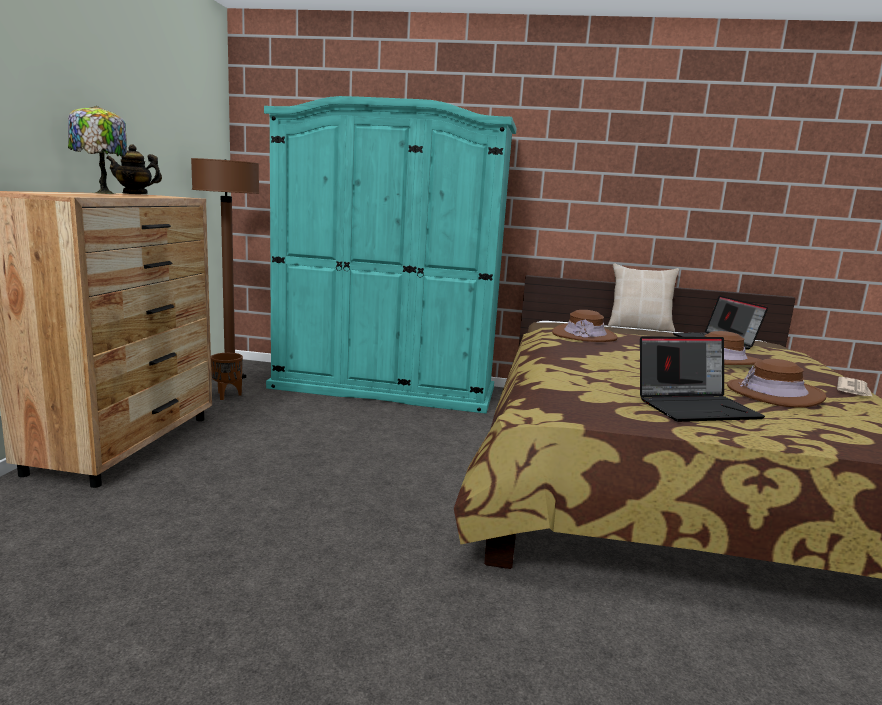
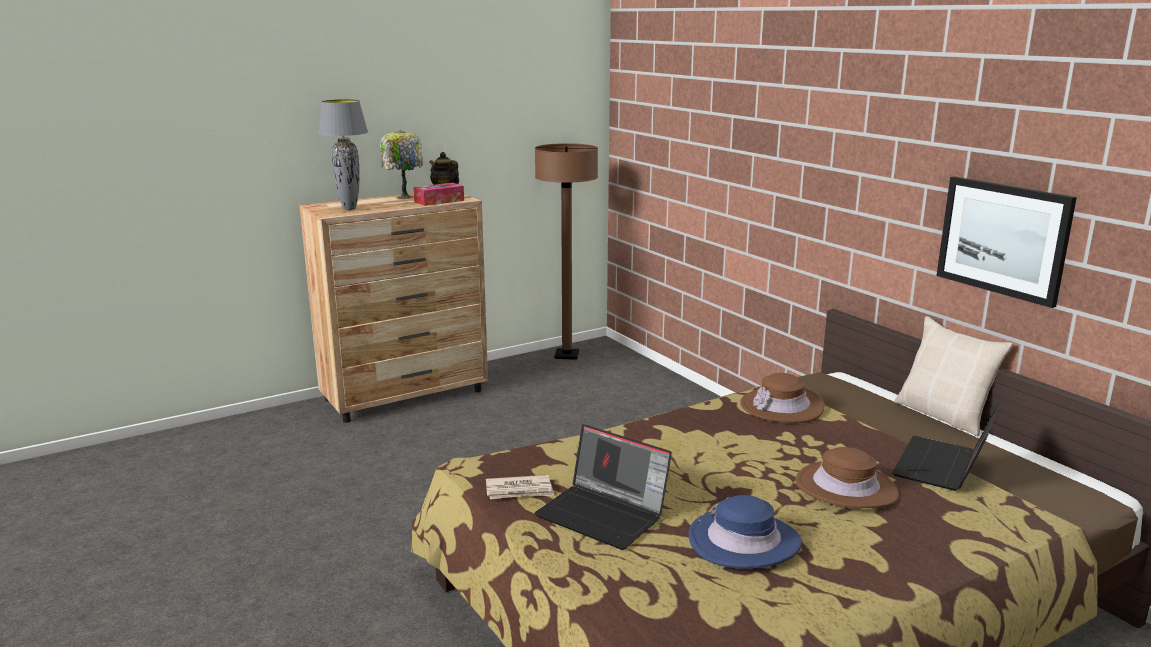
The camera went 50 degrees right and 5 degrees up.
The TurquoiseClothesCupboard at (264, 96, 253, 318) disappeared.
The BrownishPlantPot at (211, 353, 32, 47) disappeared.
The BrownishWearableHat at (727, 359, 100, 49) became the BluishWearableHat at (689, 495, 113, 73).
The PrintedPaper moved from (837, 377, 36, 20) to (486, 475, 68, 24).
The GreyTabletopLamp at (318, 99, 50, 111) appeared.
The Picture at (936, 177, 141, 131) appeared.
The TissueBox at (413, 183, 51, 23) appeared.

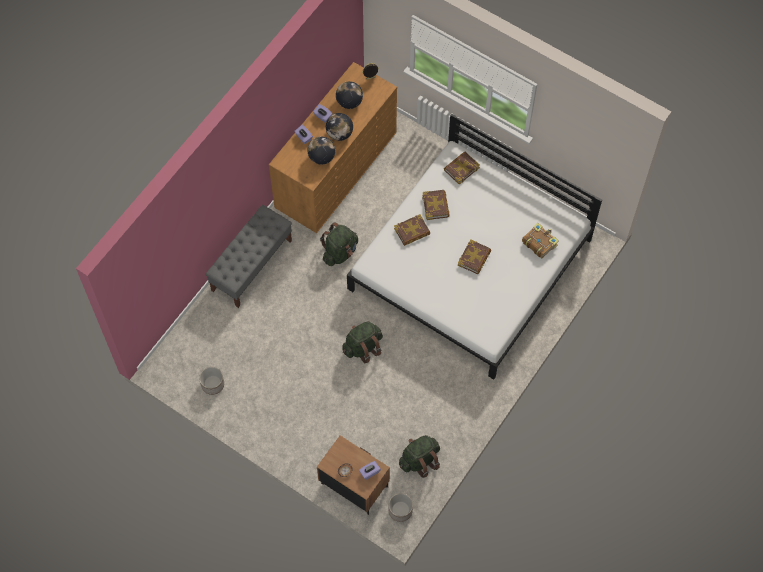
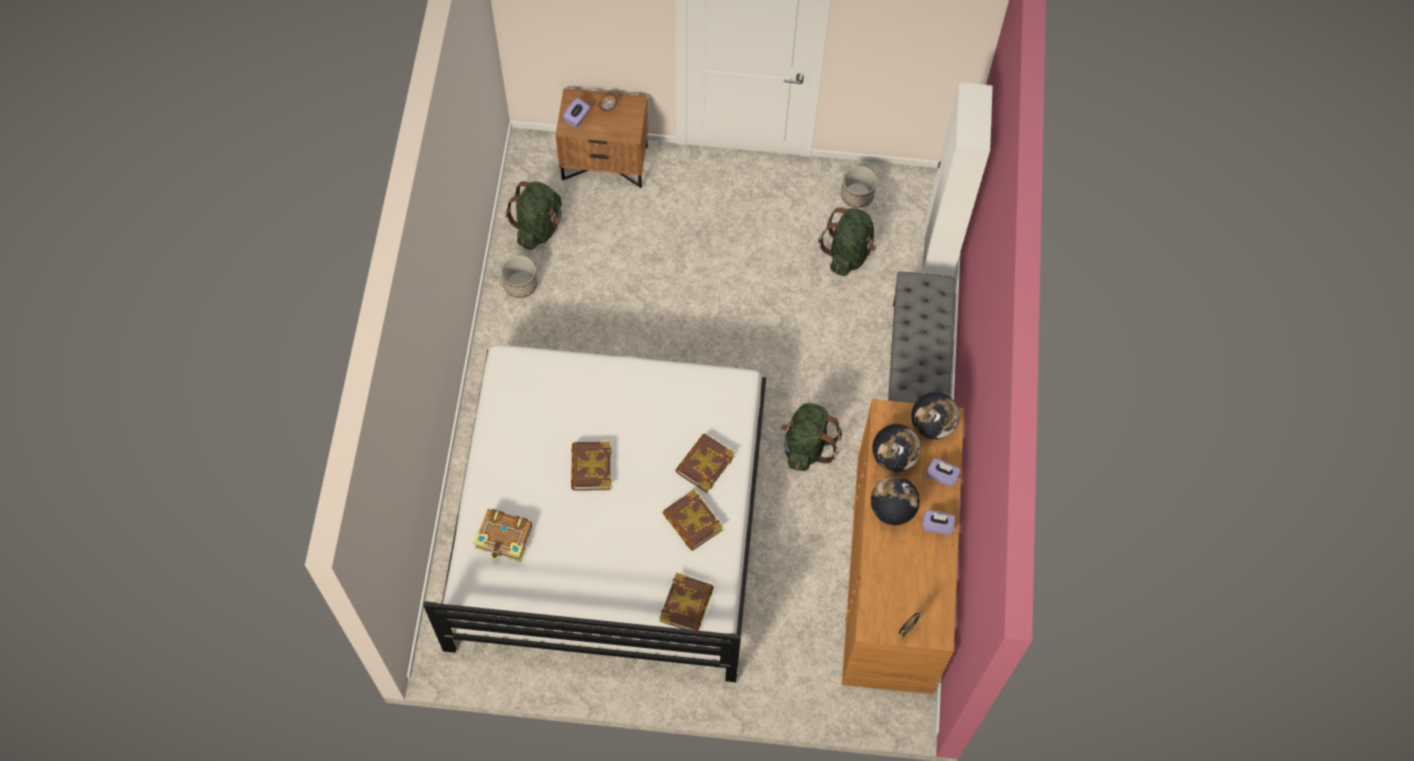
The camera went 150 degrees right and 0 degrees up.
The WorldGlobe moved from (336, 81, 27, 28) to (911, 392, 49, 48).
The GreenColouredRucksack moved from (342, 321, 41, 42) to (818, 208, 58, 68).
The PlantPot moved from (389, 493, 24, 29) to (501, 256, 37, 42).
The WhitishClothesCupboard at (922, 83, 71, 194) appeared.

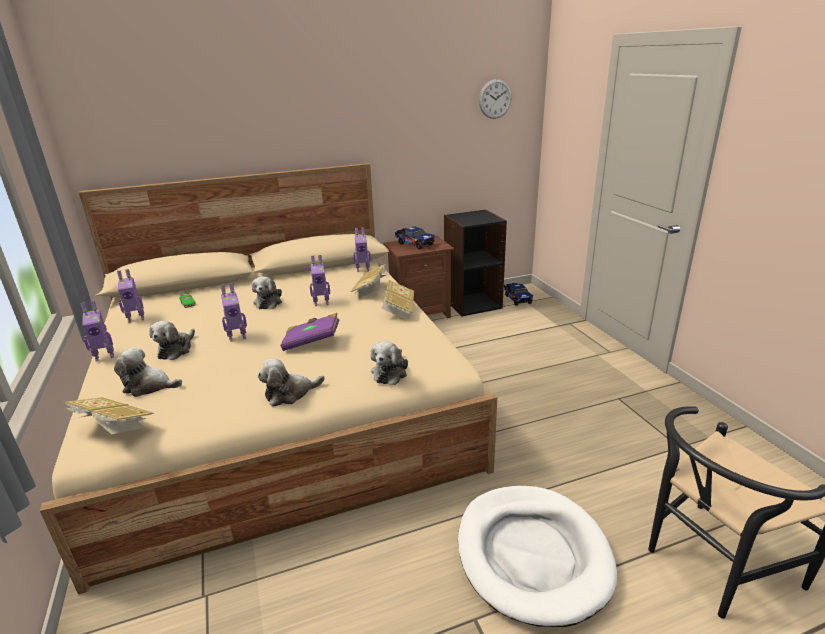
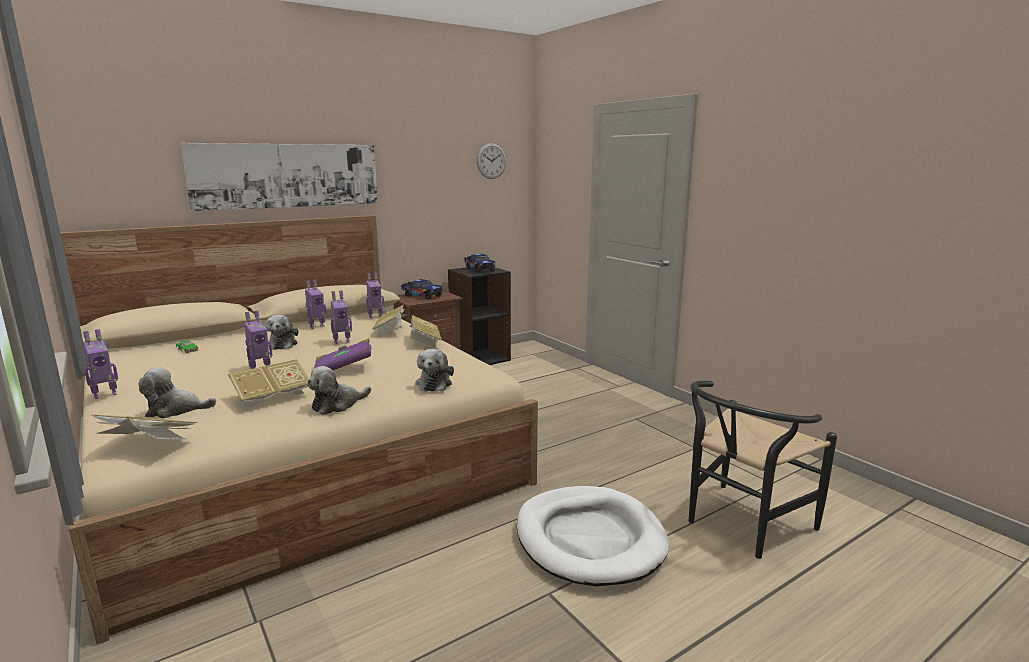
The camera went 15 degrees left and 10 degrees down.
The RobotFigure moved from (117, 269, 27, 54) to (305, 280, 22, 49).
The ModelTruck moved from (504, 283, 29, 23) to (464, 254, 31, 19).
The PlushToy at (149, 321, 46, 39) disappeared.
The Picture at (180, 143, 198, 68) appeared.
The Book at (228, 359, 81, 50) appeared.

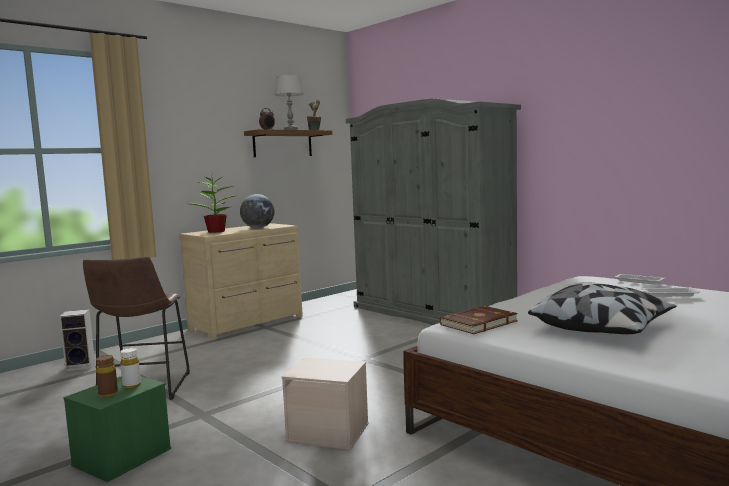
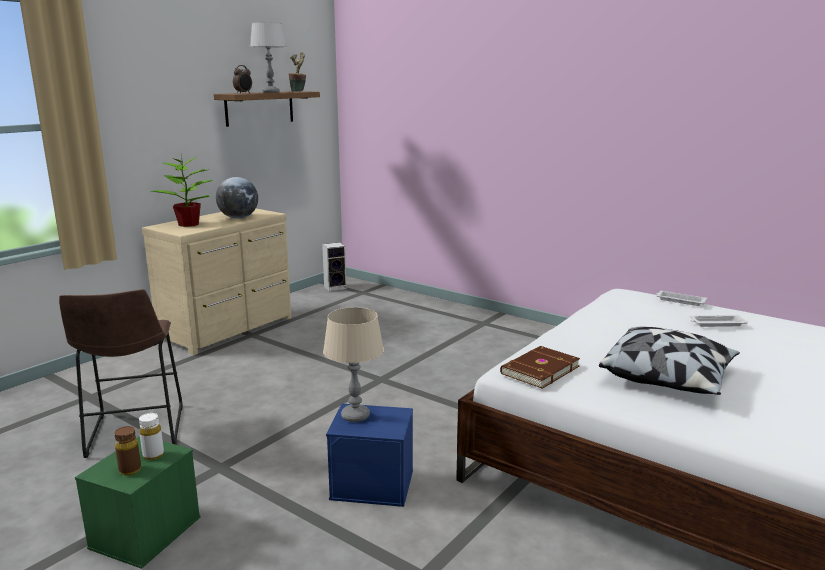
The camera went 10 degrees left and 10 degrees up.
The GreyClothesCupboard at (346, 99, 175, 226) disappeared.
The AudioSpeaker moved from (59, 309, 36, 62) to (322, 242, 24, 49).
The BeigeColouredStorageBox at (281, 357, 88, 93) became the BluishStorageBox at (326, 404, 87, 103).
The BeigeColouredTabletopLamp at (323, 307, 61, 115) appeared.

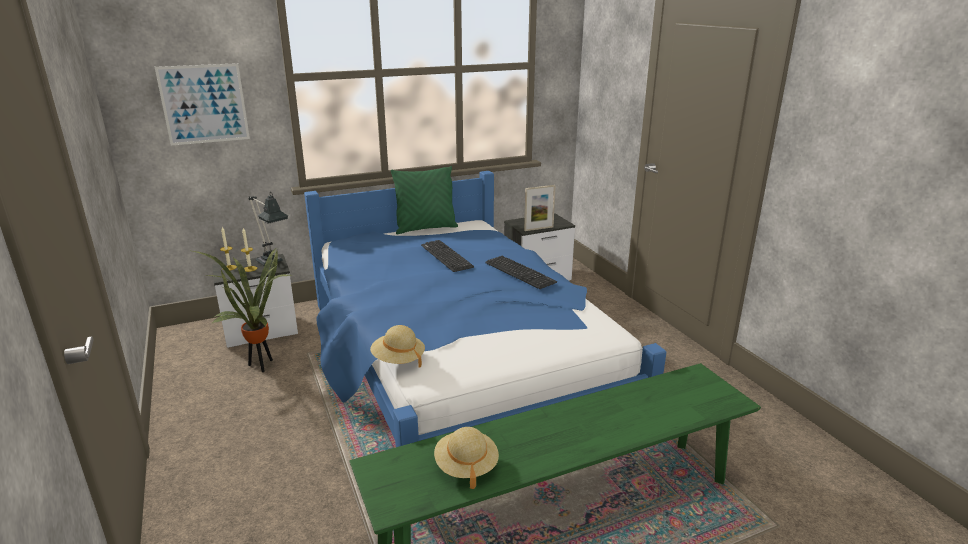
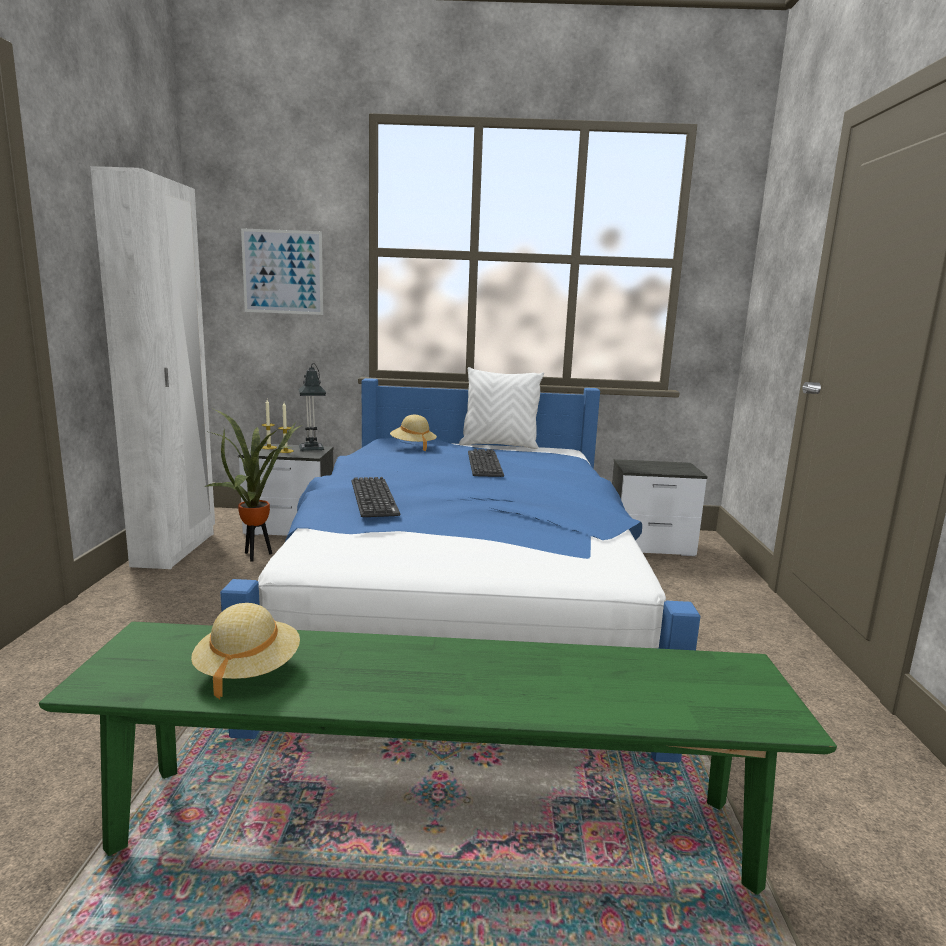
The camera went 25 degrees right and 10 degrees down.
The GreenColouredCushion at (391, 166, 67, 68) became the WhitishCushion at (459, 367, 85, 82).
The PictureFrame at (524, 185, 32, 46) disappeared.
The Keyboard moved from (485, 256, 72, 33) to (352, 477, 48, 40).
The BeigeColouredWearableHat moved from (370, 325, 55, 42) to (390, 415, 47, 36).
The WhitishClothesCupboard at (90, 166, 125, 403) appeared.

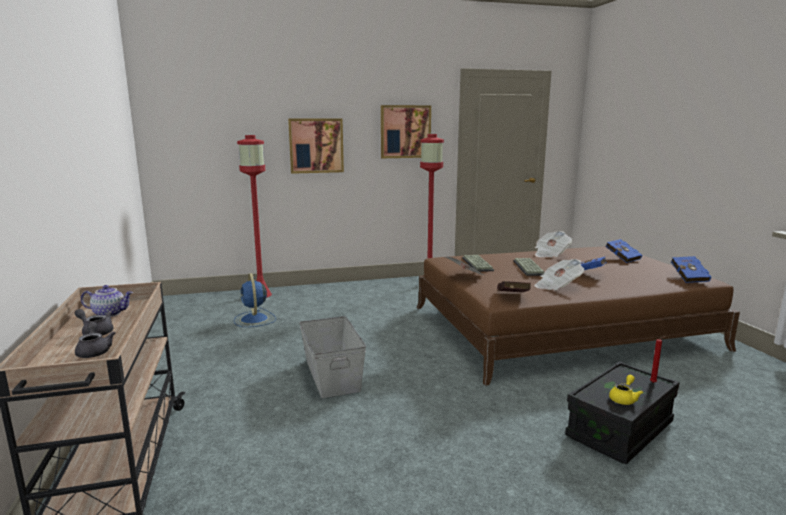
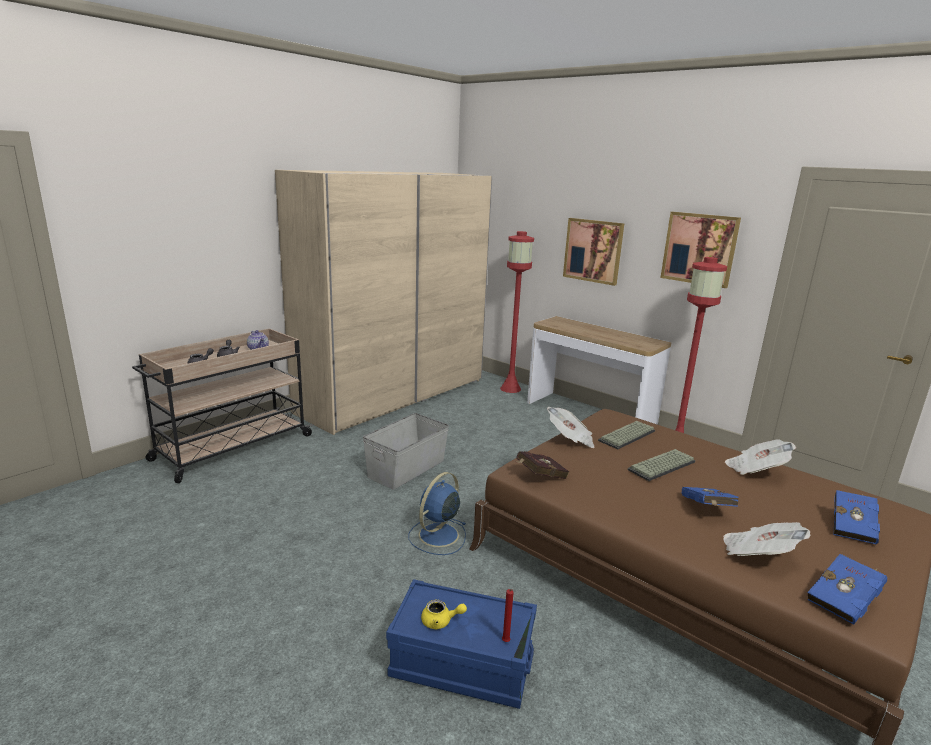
The camera went 55 degrees right and 5 degrees up.
The PrintedPaper moved from (534, 259, 50, 32) to (723, 522, 87, 34).
The BluishCoolingFan moved from (234, 273, 42, 54) to (408, 472, 58, 83).
The BlackColouredStorageBox at (565, 361, 115, 103) became the BluishStorageBox at (386, 579, 151, 130).
The BeigeColouredClothesCupboard at (275, 170, 217, 265) appeared.
The NarrowTable at (527, 316, 145, 109) appeared.

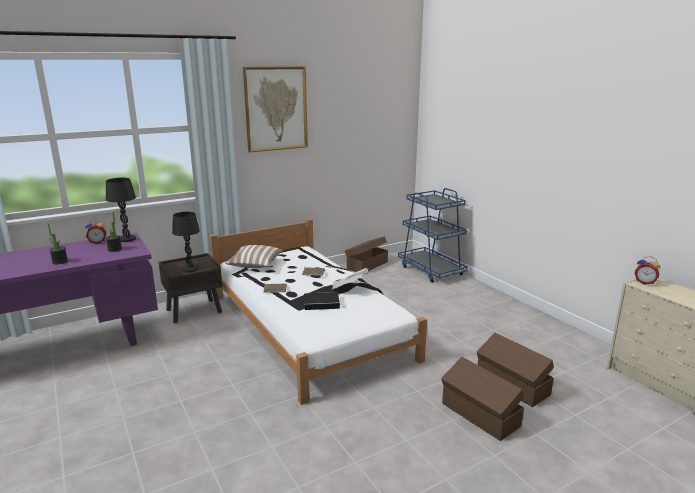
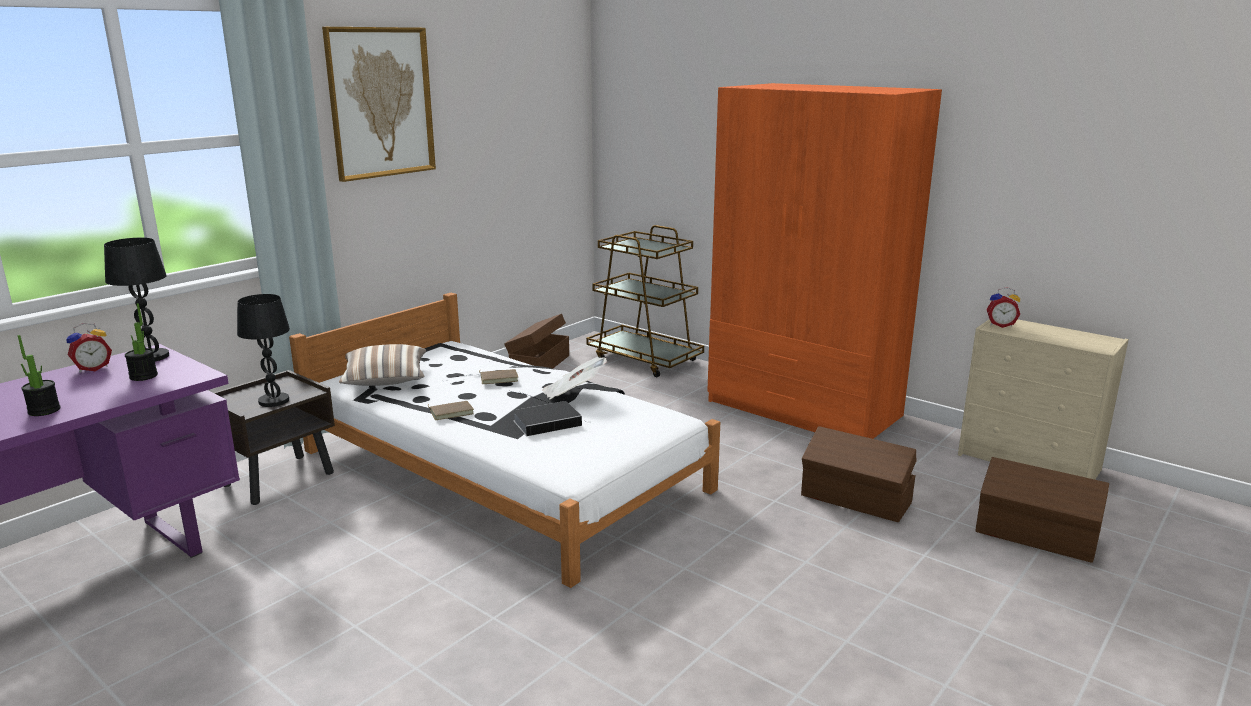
The camera went 20 degrees left and 0 degrees up.
The BluishWheeledCart at (398, 188, 70, 95) became the BrownishWheeledCart at (586, 225, 118, 152).
The BrownishStorageBox moved from (441, 357, 83, 84) to (975, 457, 134, 106).
The OrangeClothesCupboard at (707, 83, 235, 356) appeared.

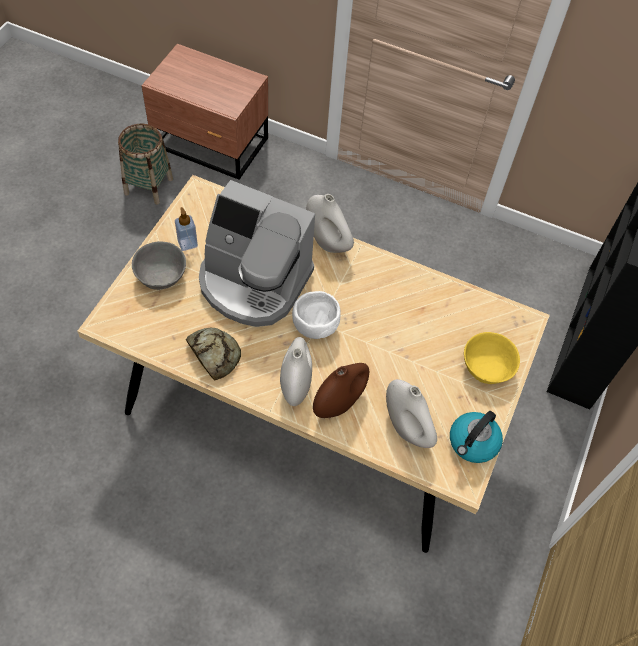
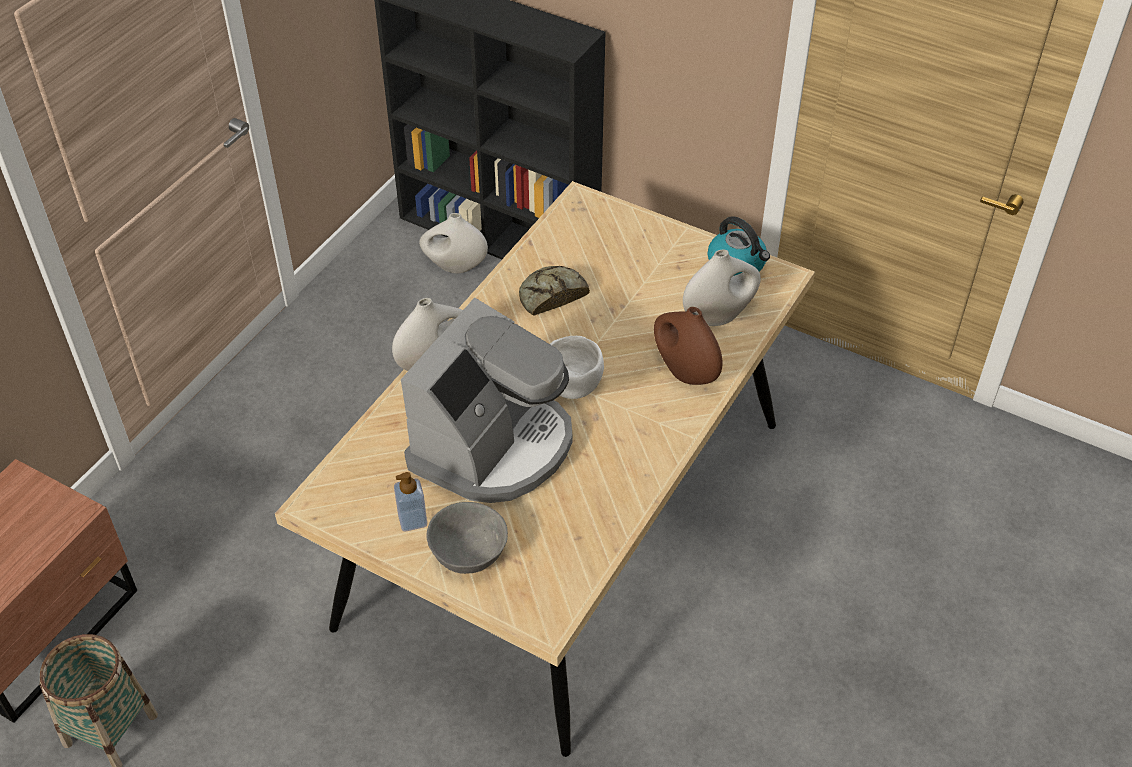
The camera went 80 degrees left and 10 degrees down.
The BakeryBread moved from (186, 328, 55, 53) to (519, 266, 71, 50).
The YellowColouredServingBowl at (464, 332, 56, 52) disappeared.
The WhitishVase moved from (280, 337, 32, 69) to (419, 213, 69, 60).

